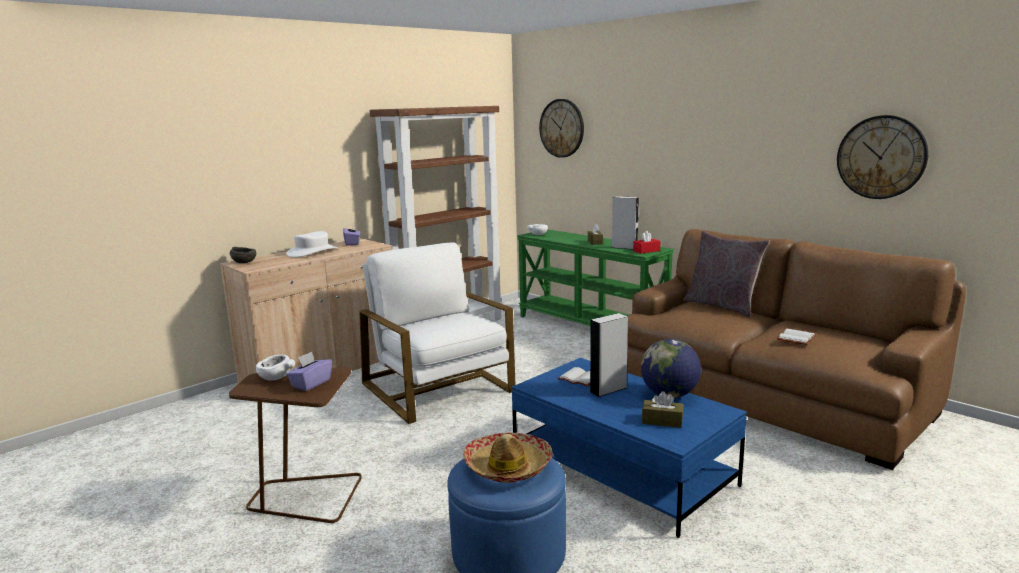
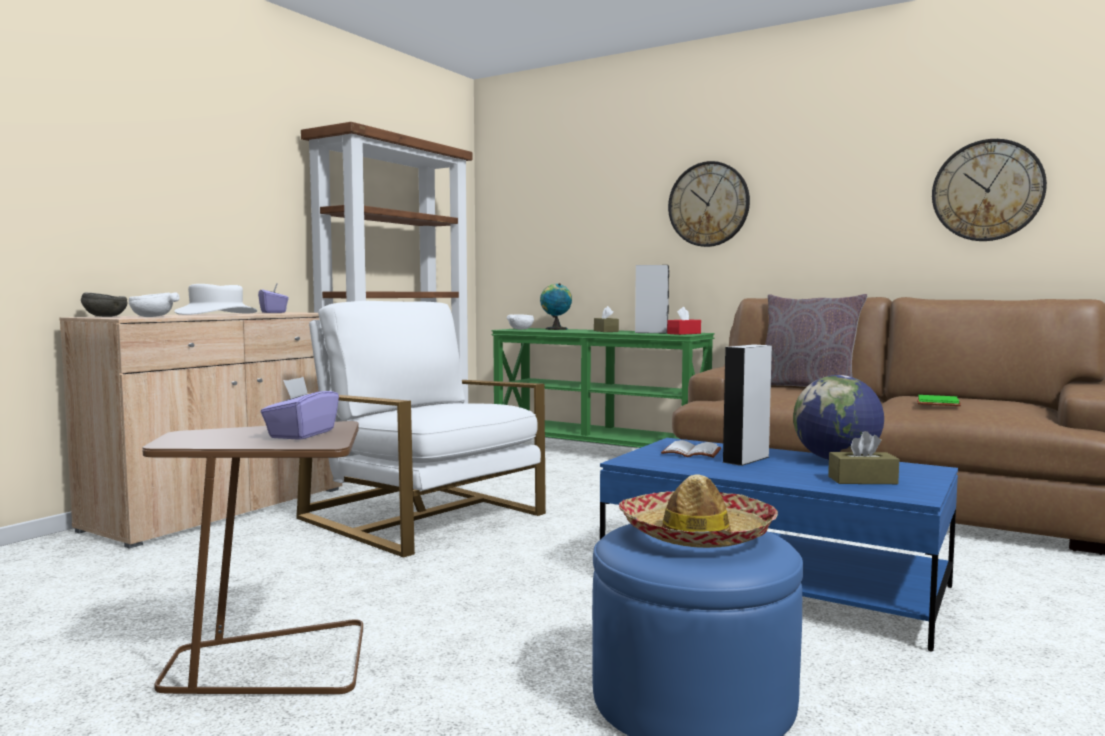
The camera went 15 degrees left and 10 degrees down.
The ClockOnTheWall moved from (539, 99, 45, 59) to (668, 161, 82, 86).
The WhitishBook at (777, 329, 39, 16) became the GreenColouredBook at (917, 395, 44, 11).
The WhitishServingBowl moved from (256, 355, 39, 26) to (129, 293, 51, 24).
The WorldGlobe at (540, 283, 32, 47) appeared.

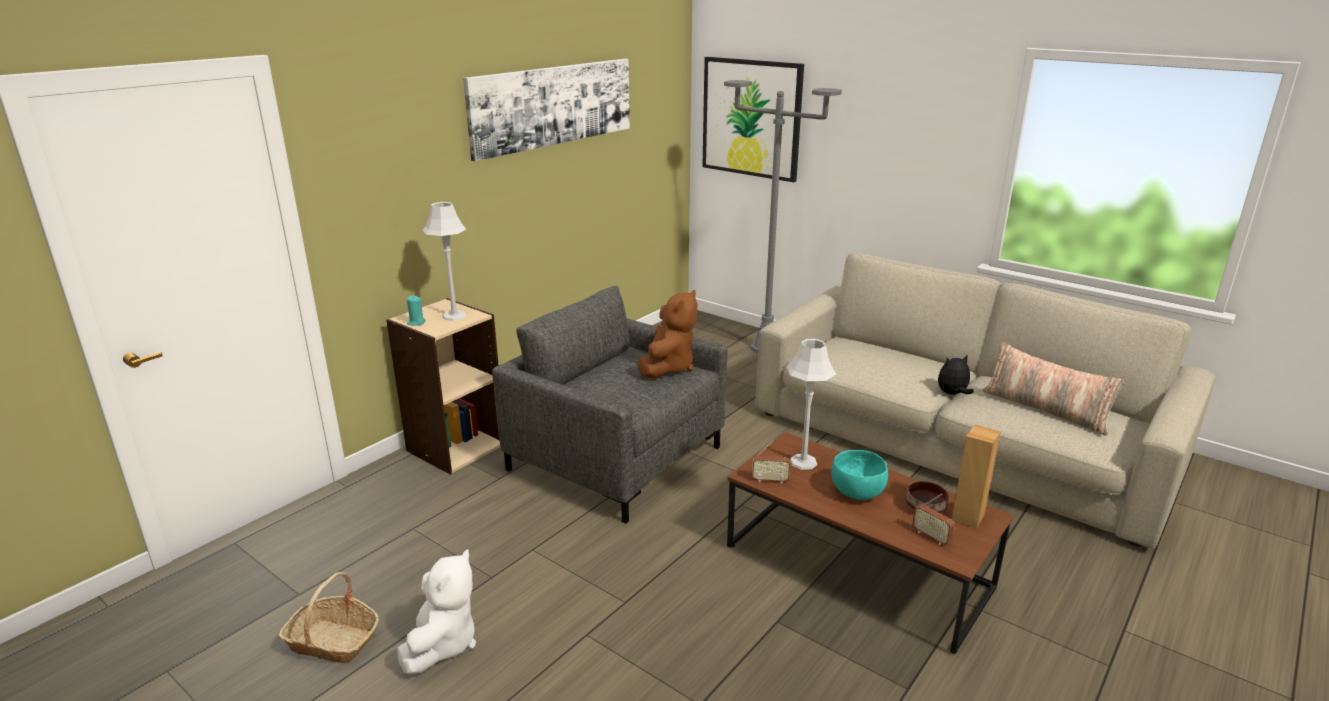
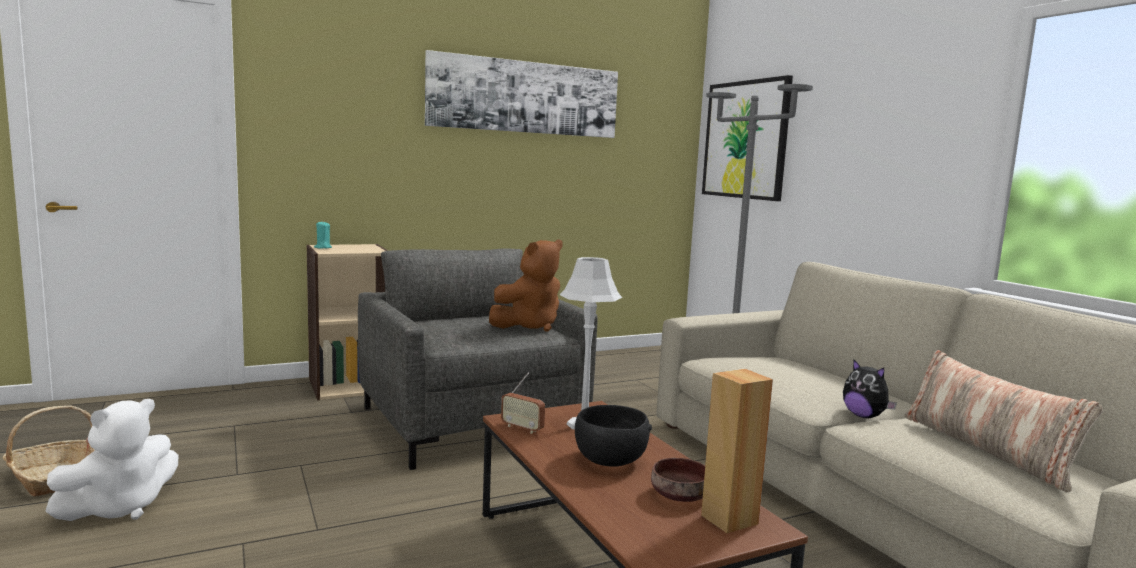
The camera went 25 degrees right and 15 degrees down.
The GreyTabletopLamp at (423, 202, 44, 119) disappeared.
The PlushToy at (938, 354, 36, 41) turned 135 degrees counterclockwise.
The TurquoiseServingBowl at (831, 450, 57, 50) became the BlackColouredServingBowl at (575, 405, 77, 62).
The RadioReceiver at (912, 494, 43, 51) disappeared.

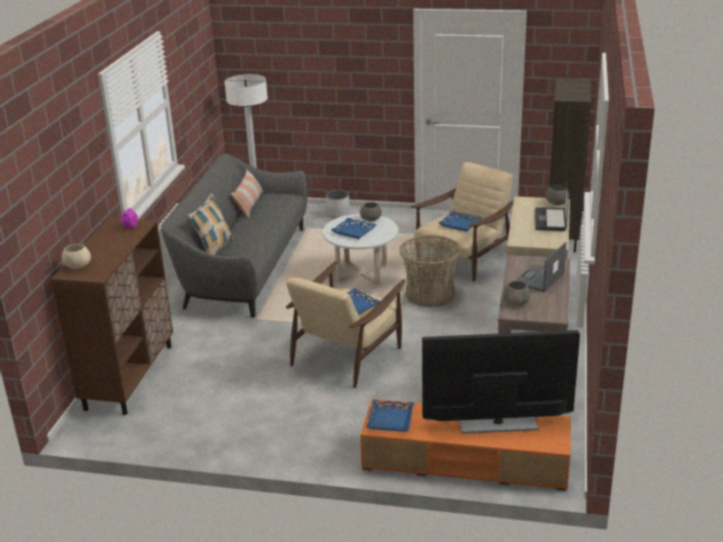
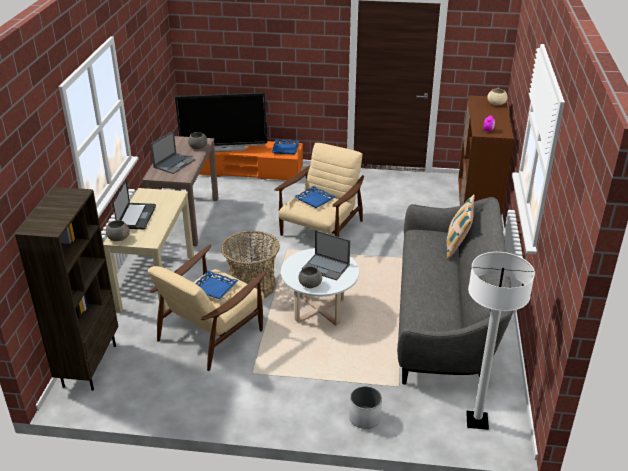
The camera went 175 degrees right and 5 degrees up.
The Cushion at (231, 169, 32, 49) disappeared.
The BluishTray at (331, 218, 45, 21) was replaced by the PortableComputer at (302, 230, 48, 50).

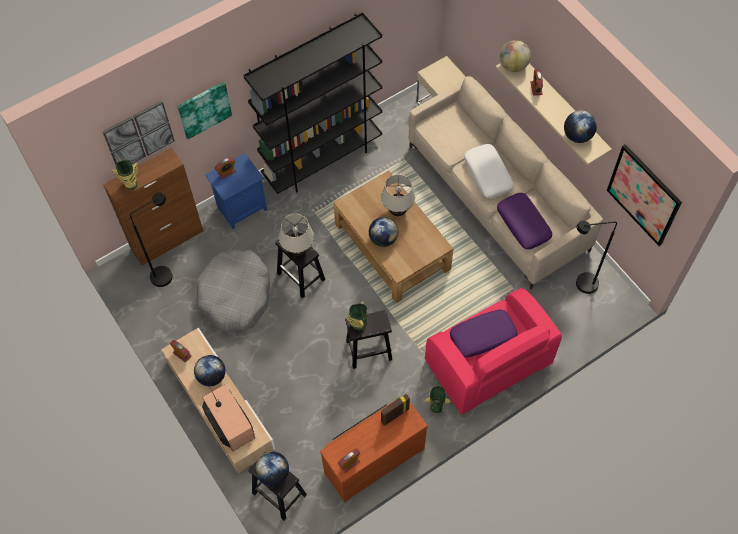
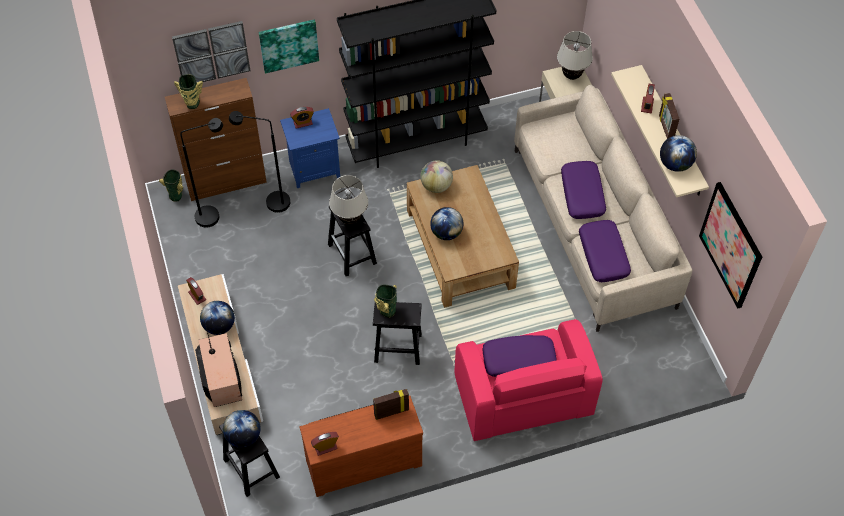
The camera went 15 degrees right and 5 degrees down.
The WorldGlobe moved from (499, 40, 32, 32) to (421, 160, 32, 33).
The WhitishCushion at (464, 144, 50, 55) became the PurpleColouredCushion at (561, 161, 45, 58).
The BeigeColouredTabletopLamp moved from (381, 174, 34, 42) to (557, 31, 36, 49).
The BlackColouredFloorLamp moved from (576, 220, 41, 74) to (229, 111, 61, 102).
The GreyDogBed at (196, 249, 74, 83) disappeared.
The Vase moved from (425, 386, 26, 27) to (159, 169, 24, 33).
The PictureFrame at (659, 93, 20, 46) appeared.

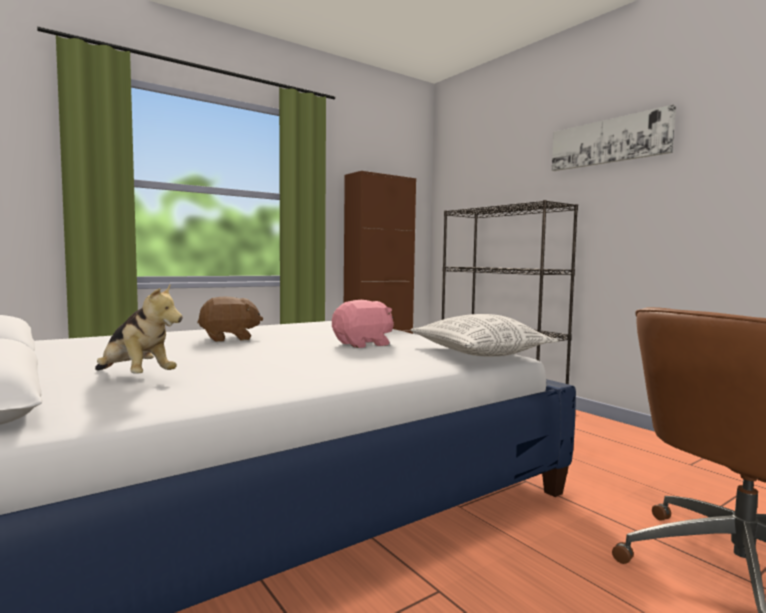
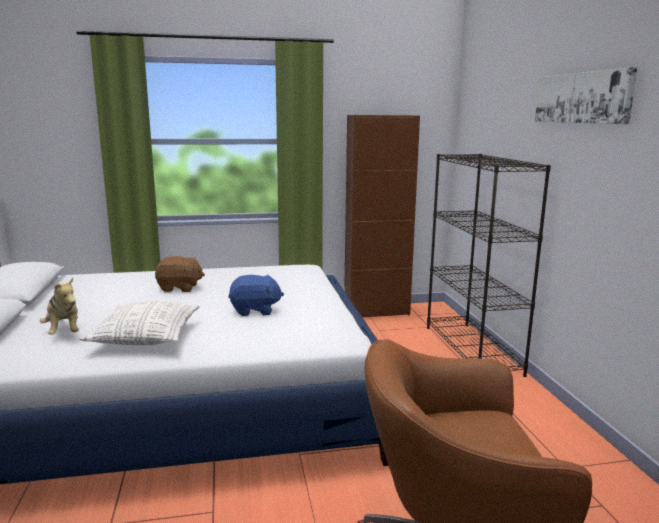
The camera went 25 degrees right and 10 degrees up.
The PinkPlushToy at (332, 300, 62, 48) became the BluishPlushToy at (228, 275, 56, 41).
The Cushion moved from (410, 314, 148, 42) to (80, 301, 120, 44).

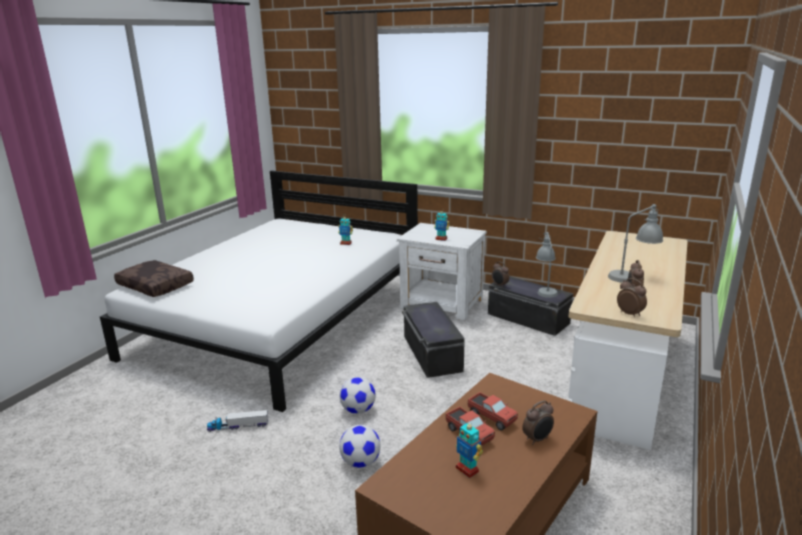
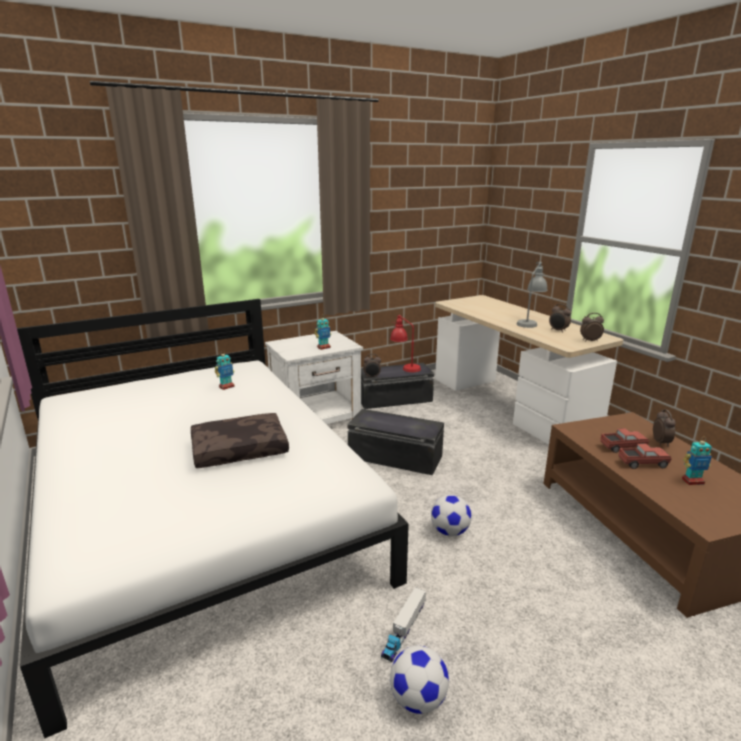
The camera went 55 degrees left and 0 degrees up.
The GreyTabletopLamp at (536, 232, 22, 66) became the RedTabletopLamp at (390, 315, 31, 57).
The BrownishCushion moved from (114, 260, 80, 37) to (191, 413, 98, 55).
The Football moved from (339, 425, 42, 43) to (390, 646, 59, 68).

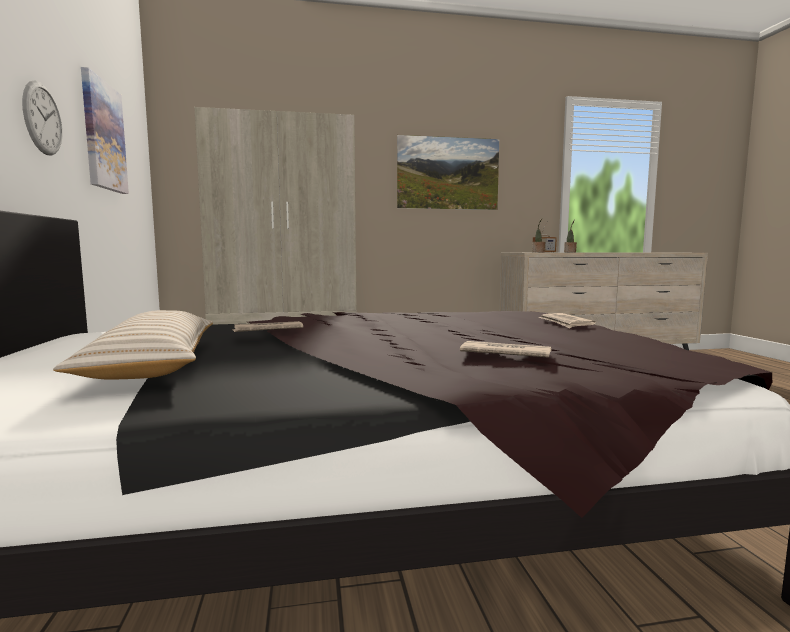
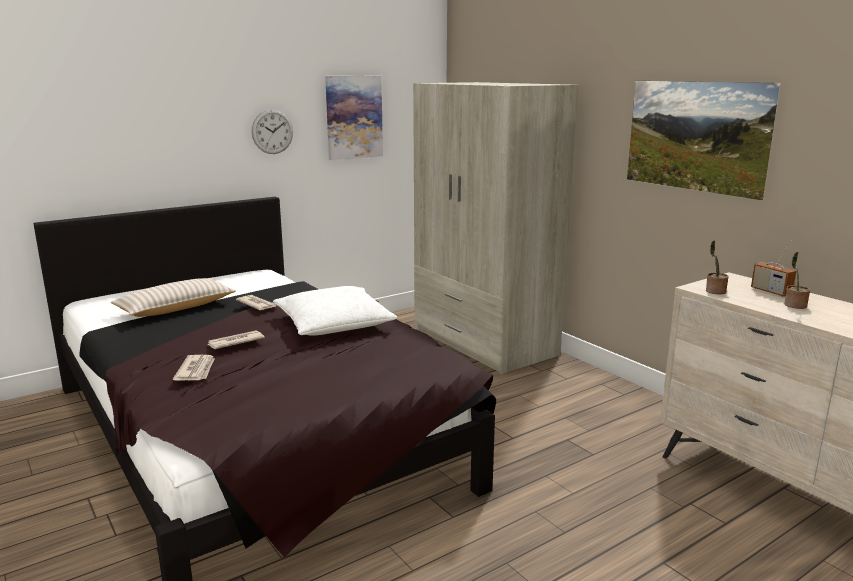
The camera went 65 degrees right and 10 degrees up.
The PrintedPaper moved from (538, 313, 58, 15) to (207, 330, 58, 19).
The WhitishCushion at (273, 286, 125, 50) appeared.

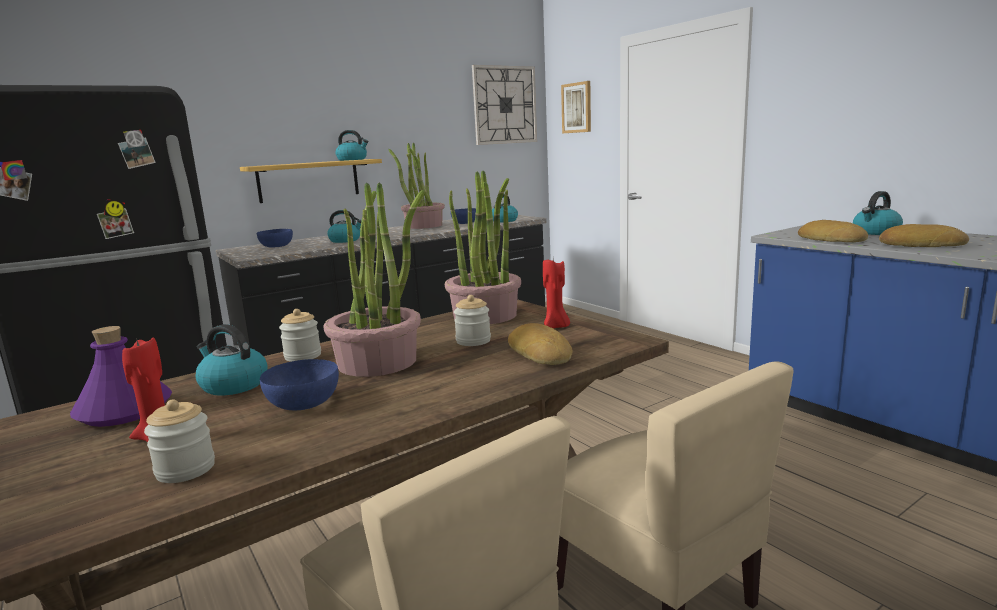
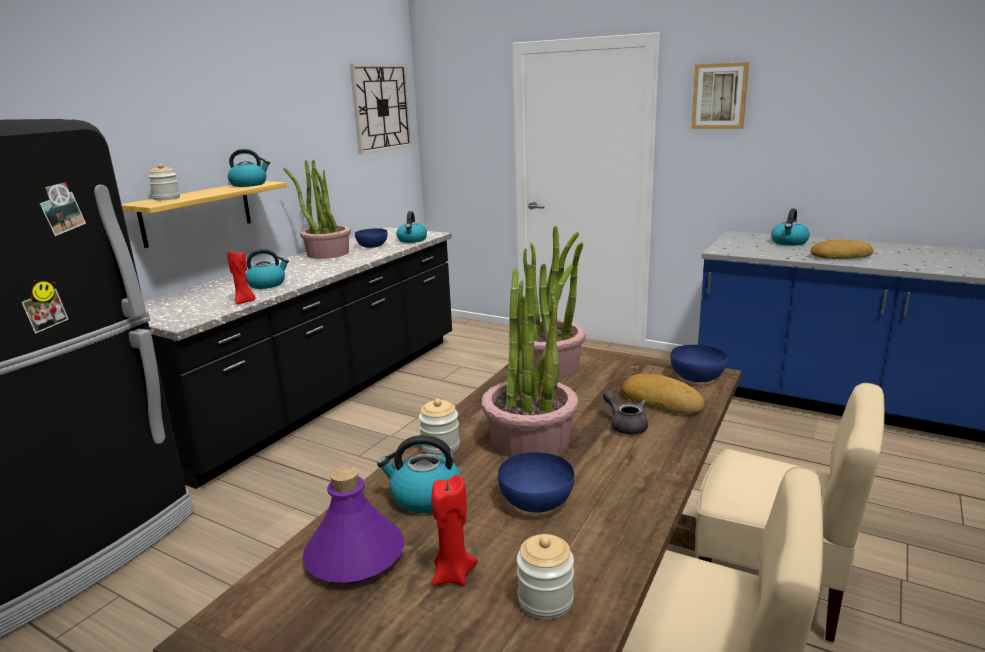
The camera went 25 degrees left and 5 degrees up.
The Picture moved from (561, 81, 30, 52) to (691, 62, 58, 67).
The BakeryBread at (798, 220, 70, 22) disappeared.
The BluishServingBowl moved from (257, 229, 36, 19) to (670, 345, 57, 37).
The RedWaxLight moved from (543, 257, 27, 71) to (227, 251, 28, 53).
The PreserveJar moved from (454, 295, 37, 51) to (148, 164, 32, 36).
The GreyPotForTea at (603, 391, 45, 43) appeared.

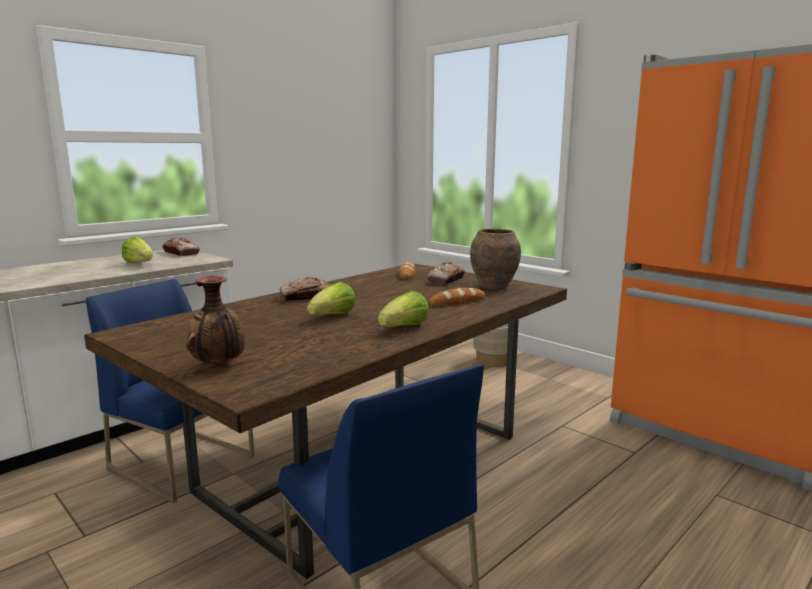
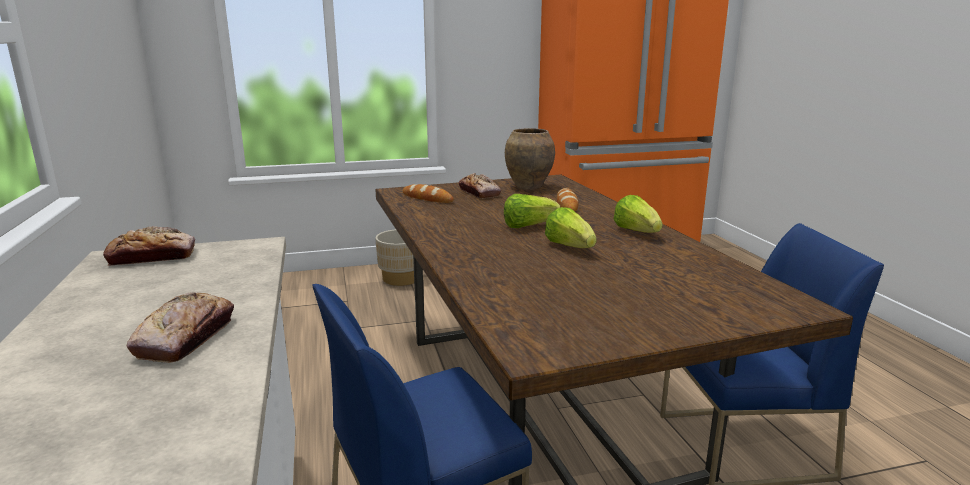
The camera went 60 degrees left and 5 degrees up.
The Lettuce moved from (122, 237, 31, 26) to (504, 194, 57, 34).
The Vase at (186, 276, 59, 90) disappeared.
The BakeryBread moved from (280, 277, 50, 24) to (127, 292, 107, 71).

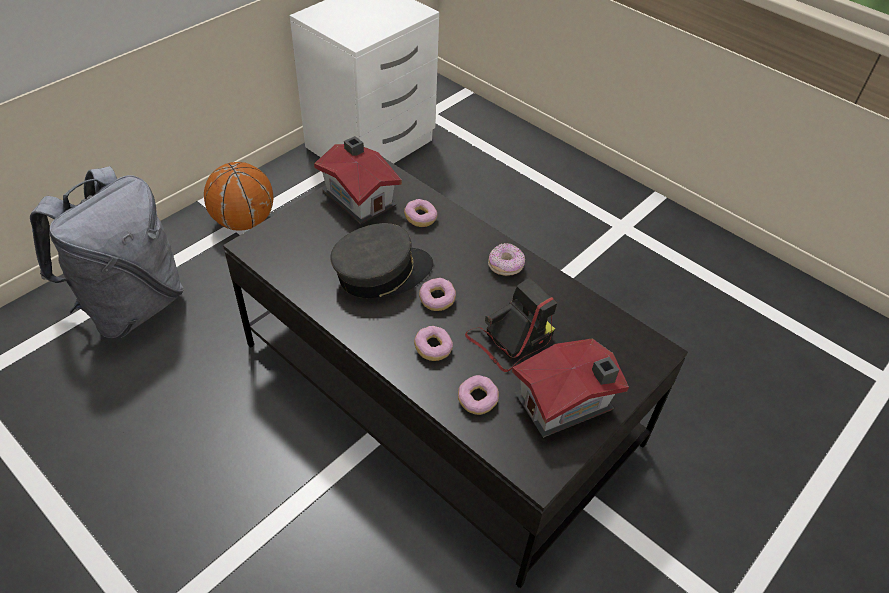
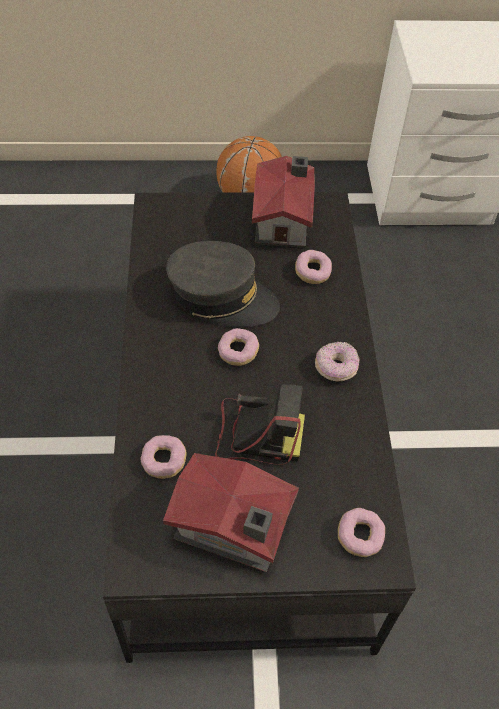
The camera went 45 degrees right and 5 degrees up.
The GreyRucksack at (30, 166, 154, 173) disappeared.
The Doughnut moved from (414, 326, 39, 35) to (338, 508, 47, 49).

